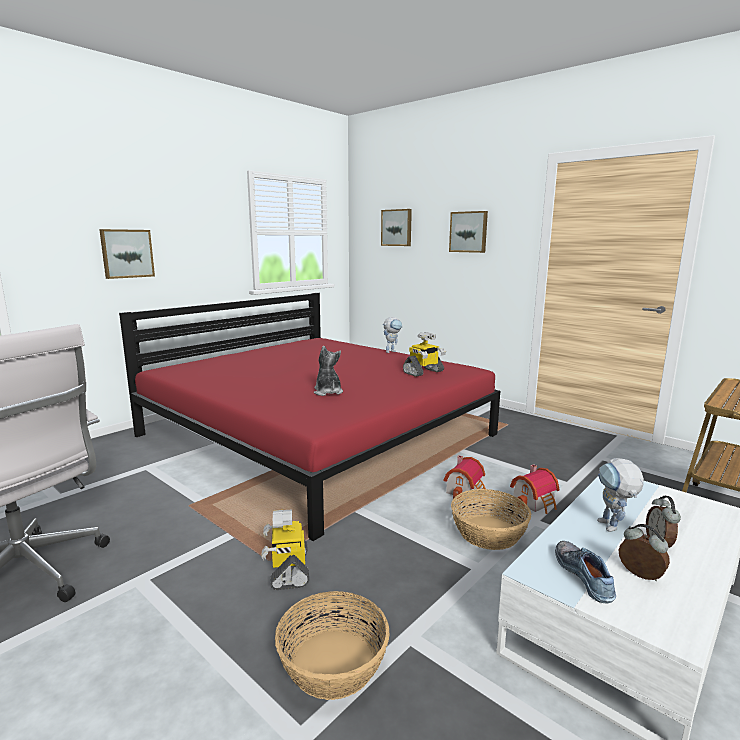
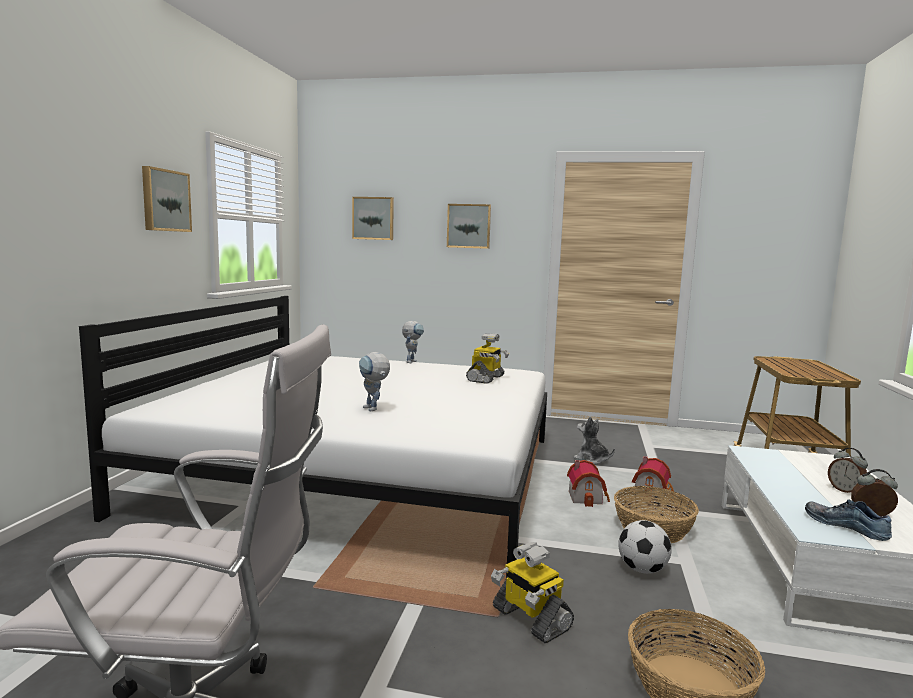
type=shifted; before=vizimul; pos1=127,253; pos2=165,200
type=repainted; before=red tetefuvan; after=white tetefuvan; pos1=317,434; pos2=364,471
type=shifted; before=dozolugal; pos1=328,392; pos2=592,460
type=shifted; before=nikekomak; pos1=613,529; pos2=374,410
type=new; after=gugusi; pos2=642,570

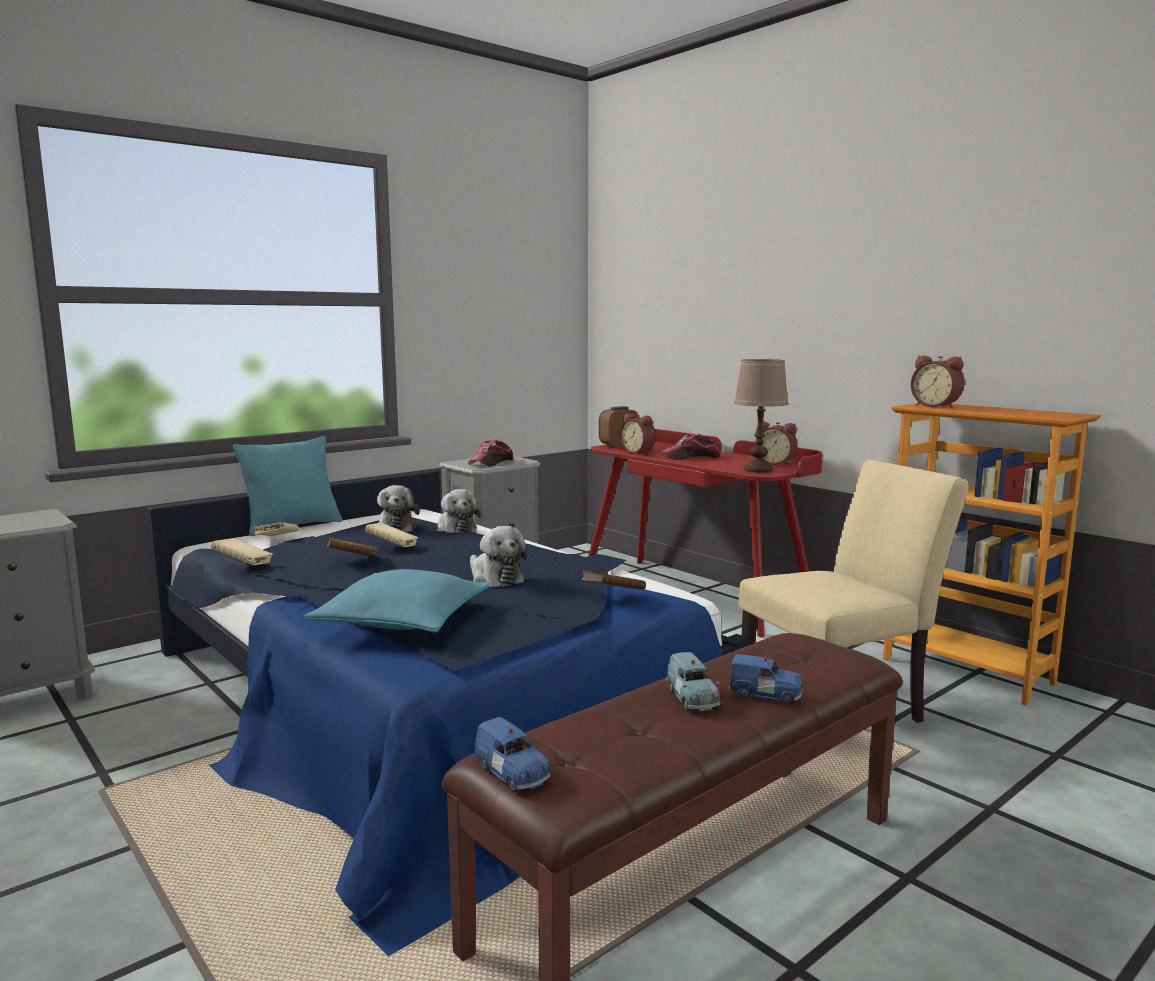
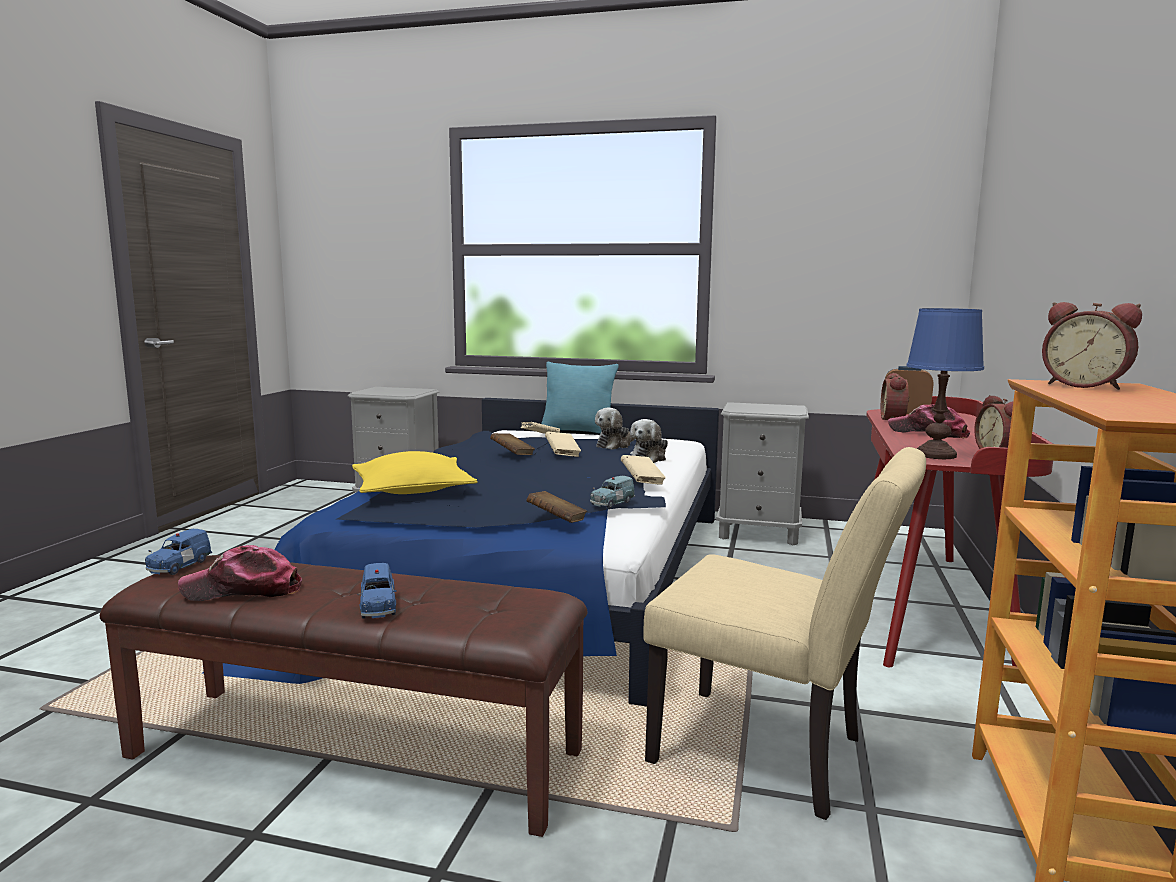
type=rotated; before=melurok; pos1=936,406; pos2=1085,386; turn=-60
type=repainted; before=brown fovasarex; after=blue fovasarex; pos1=758,470; pos2=935,455
type=shifted; before=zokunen; pos1=491,462; pos2=243,590
type=gone; before=dozolugal; pos1=495,578
type=shifted; before=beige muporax; pos1=243,564; pos2=642,481
type=repainted; before=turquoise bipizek; after=yellow bipizek; pos1=403,621; pos2=413,490
type=shifted; before=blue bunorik; pos1=692,699; pos2=611,503

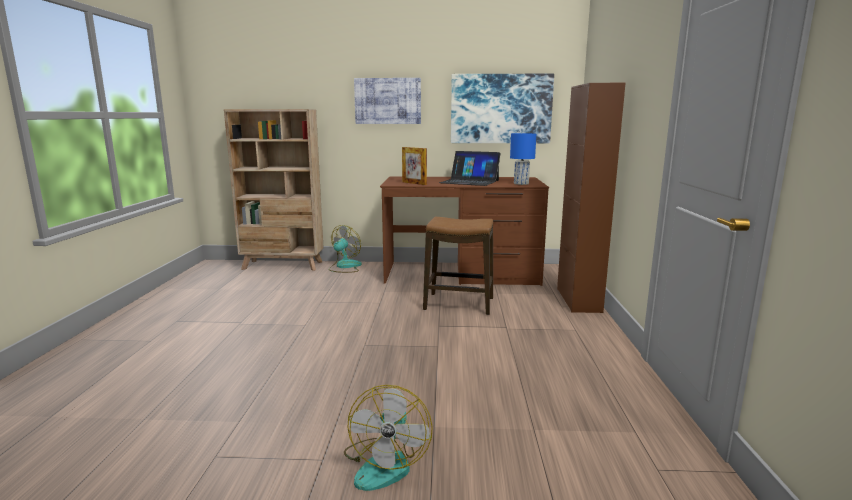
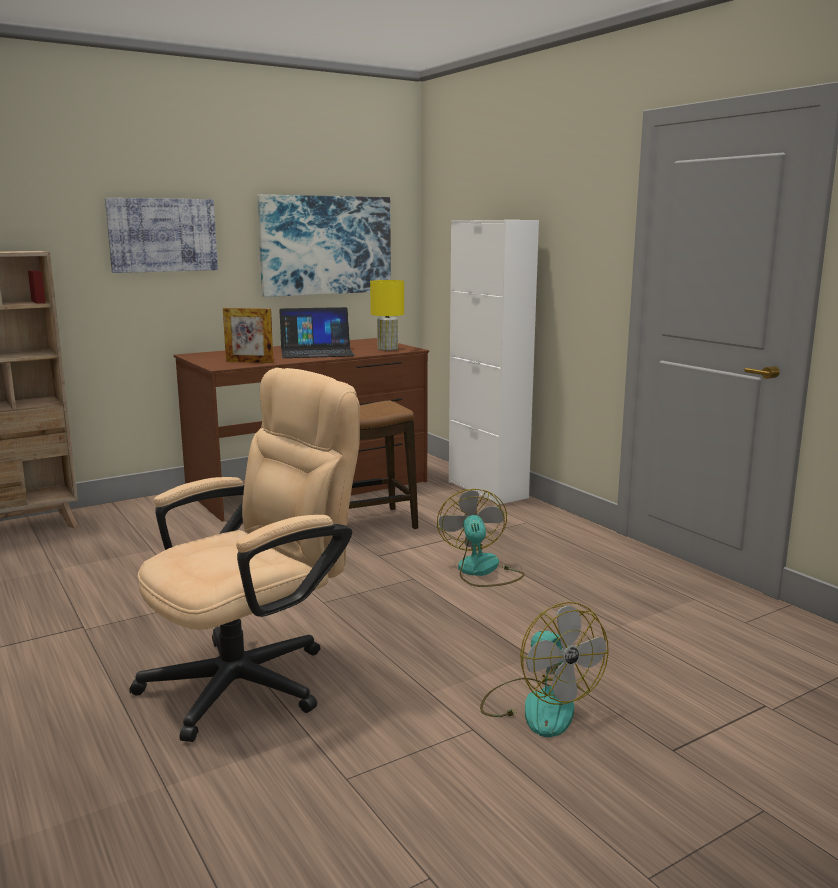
type=repainted; before=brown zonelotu; after=white zonelotu; pos1=578,300; pos2=487,490
type=repainted; before=blue fovasarex; after=yellow fovasarex; pos1=520,183; pos2=387,349
type=shifted; before=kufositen; pos1=344,267; pos2=481,571
type=new; after=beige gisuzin; pos2=254,678

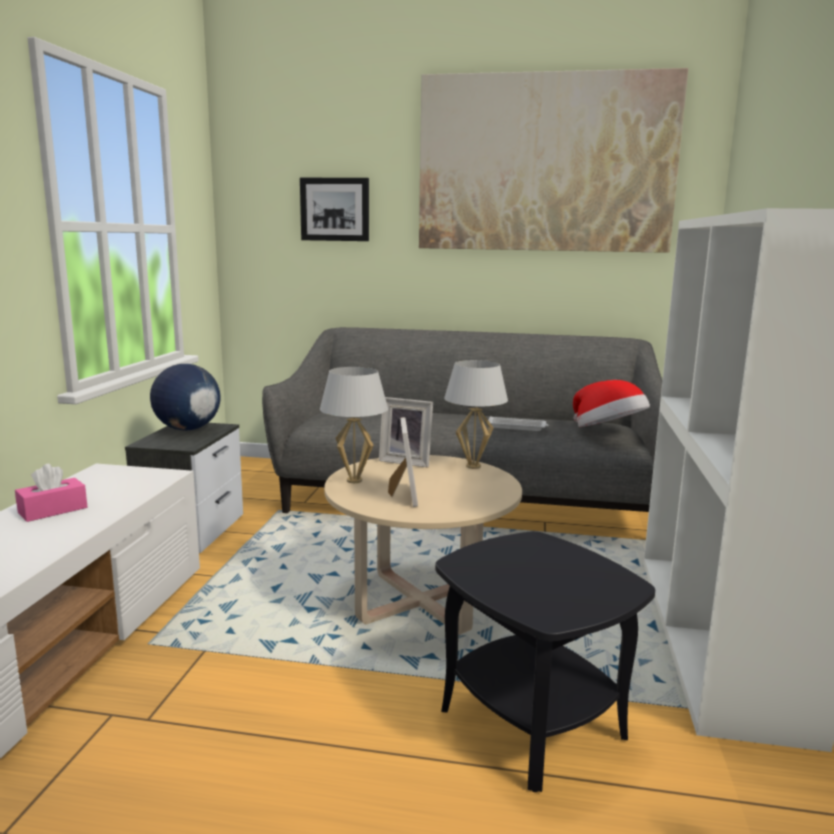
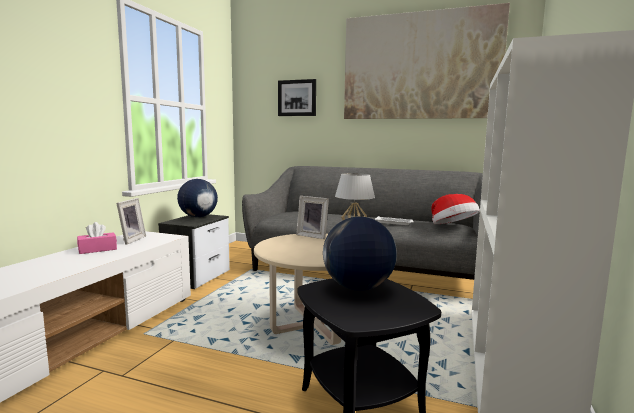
type=gone; before=white fovasarex; pos1=354,480
type=shifted; before=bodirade; pos1=402,496; pos2=130,240
type=new; after=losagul; pos2=358,288

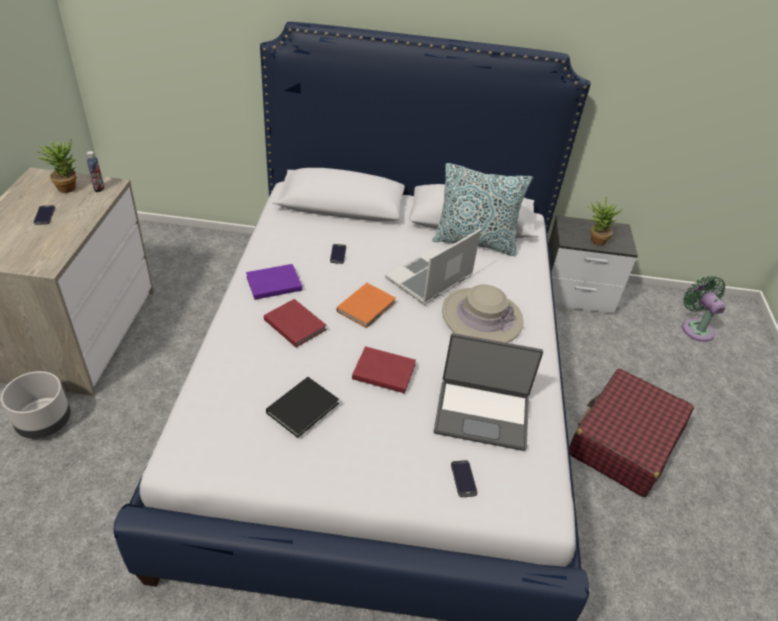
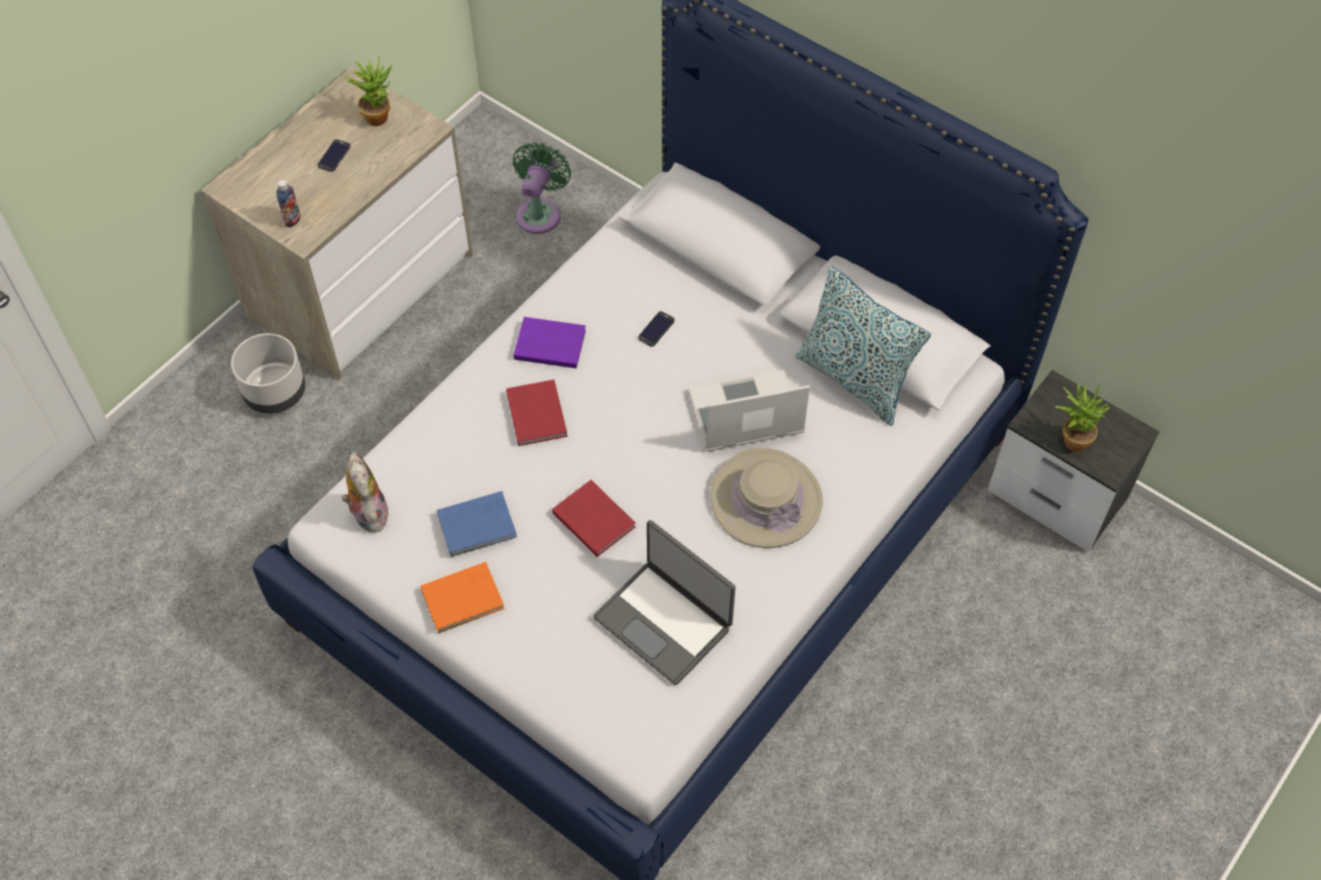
type=shifted; before=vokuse; pos1=99,188; pos2=292,220
type=shifted; before=green kufositen; pos1=695,328; pos2=540,212
type=shifted; before=orange muporax; pos1=368,306; pos2=465,599
type=gone; before=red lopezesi; pos1=624,441
type=repainted; before=black muporax; after=blue muporax; pos1=304,408; pos2=479,526
type=gone; before=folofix; pos1=463,478
type=new; after=dozolugal; pos2=368,513

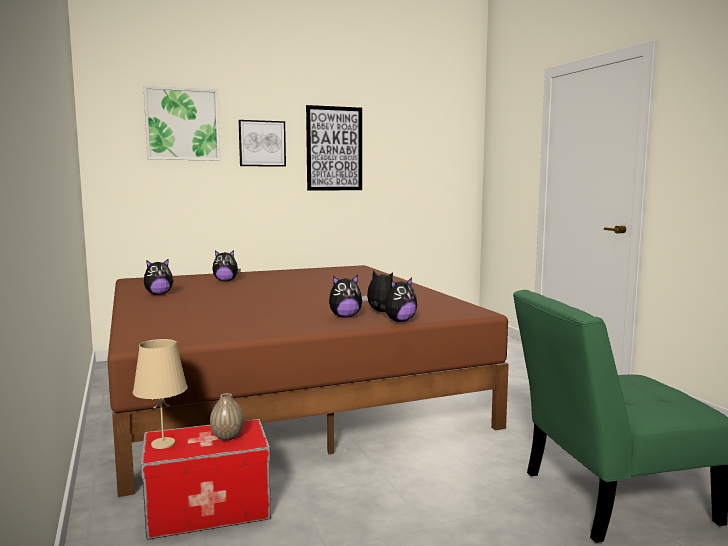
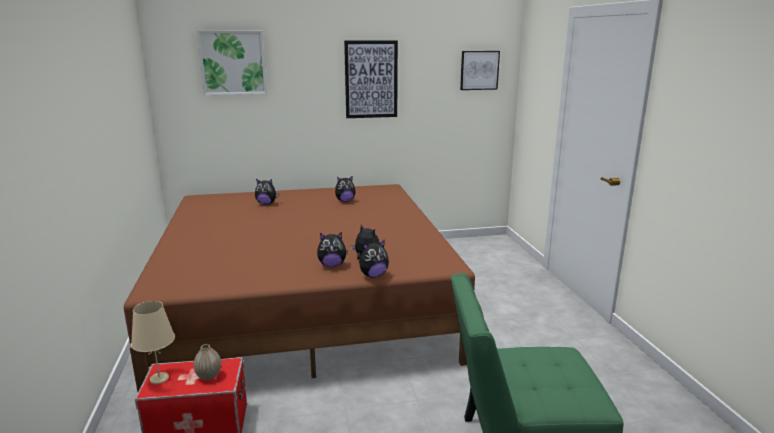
type=shifted; before=vizimul; pos1=262,143; pos2=479,70
type=shifted; before=dozolugal; pos1=158,294; pos2=345,201

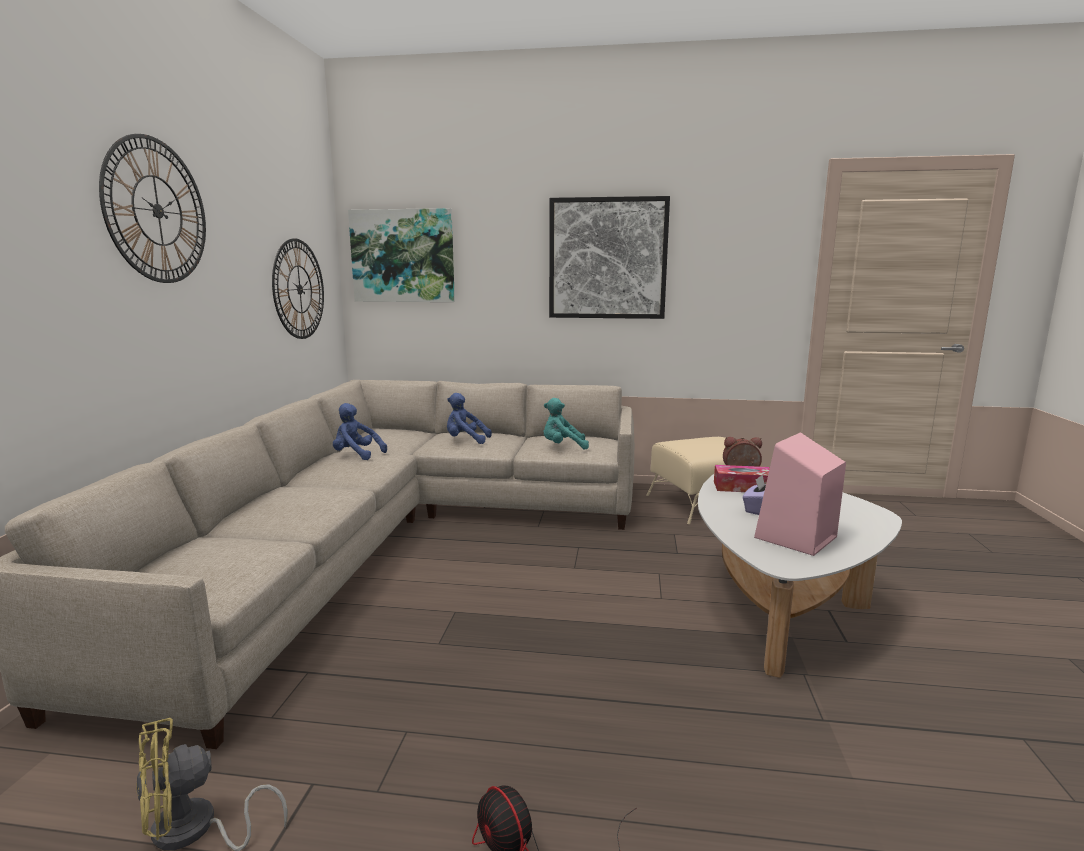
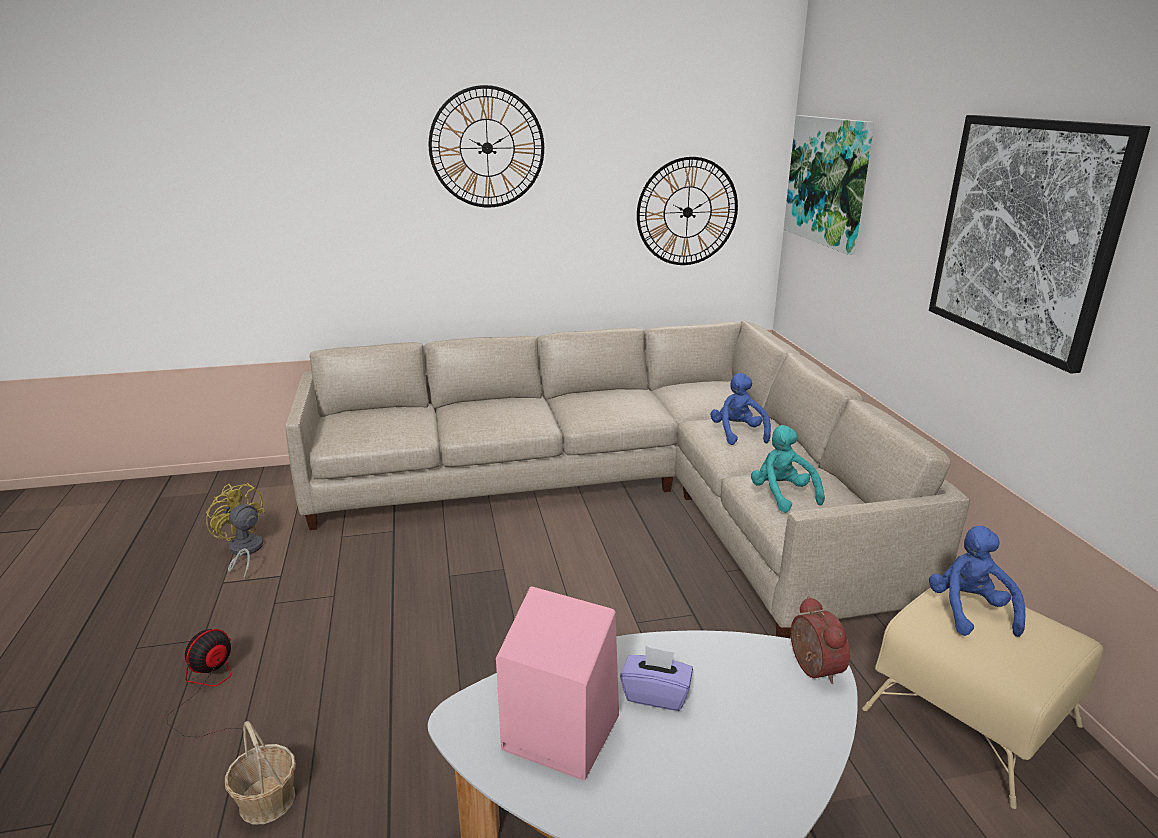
type=shifted; before=blue dozolugal; pos1=356,455; pos2=969,611
type=gone; before=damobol; pos1=742,487
type=new; after=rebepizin; pos2=267,801

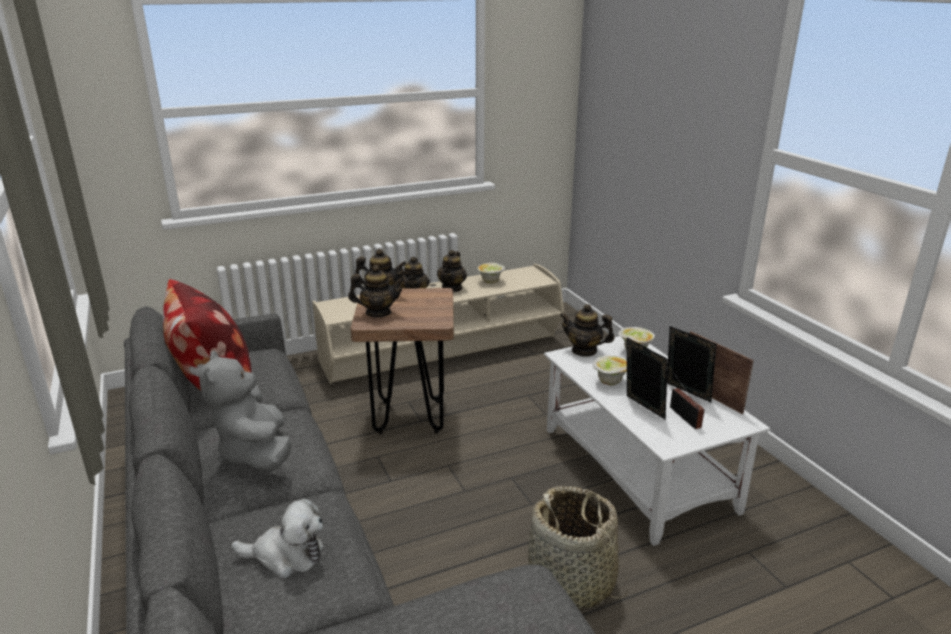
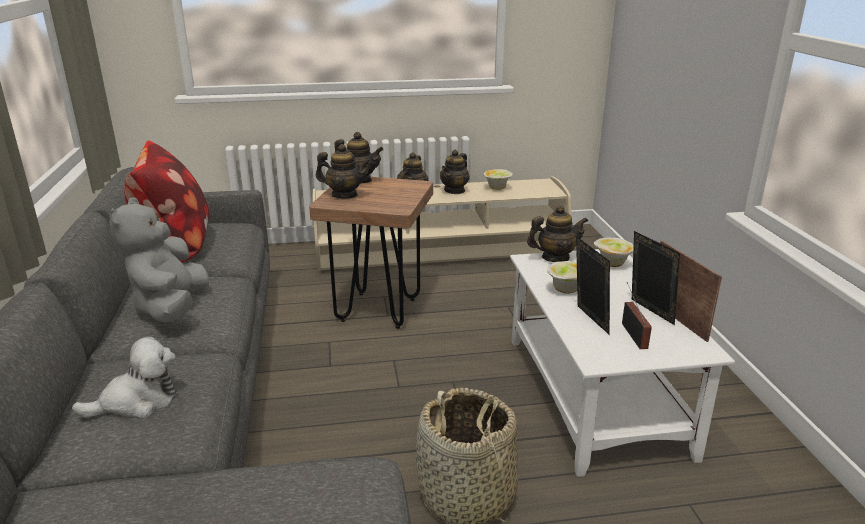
type=rotated; before=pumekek; pos1=584,350; pos2=555,258; turn=135
type=rotated; before=dozolugal; pos1=286,555; pos2=137,401; turn=-45

